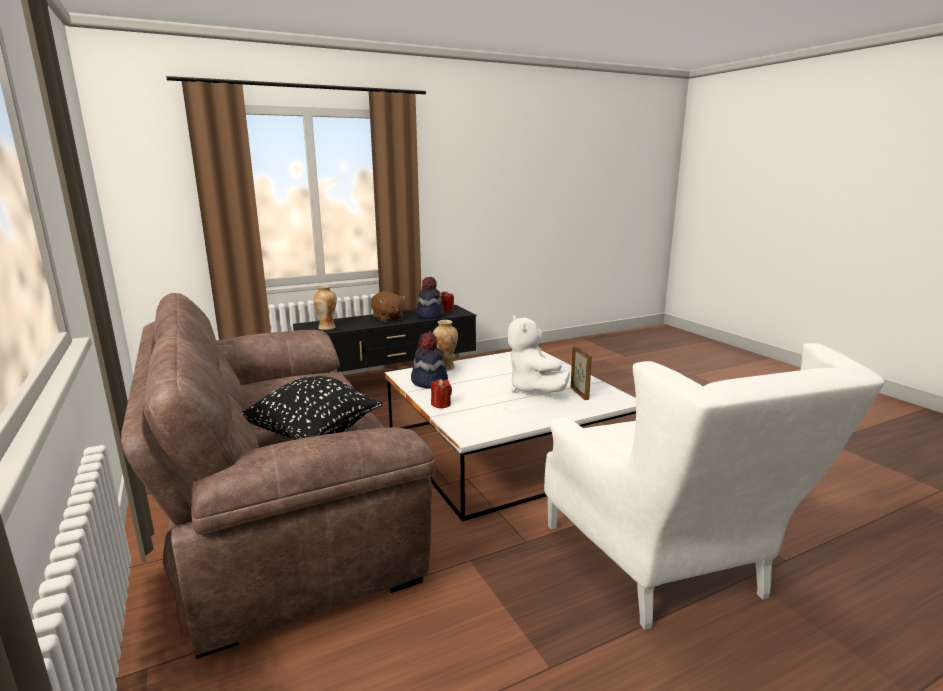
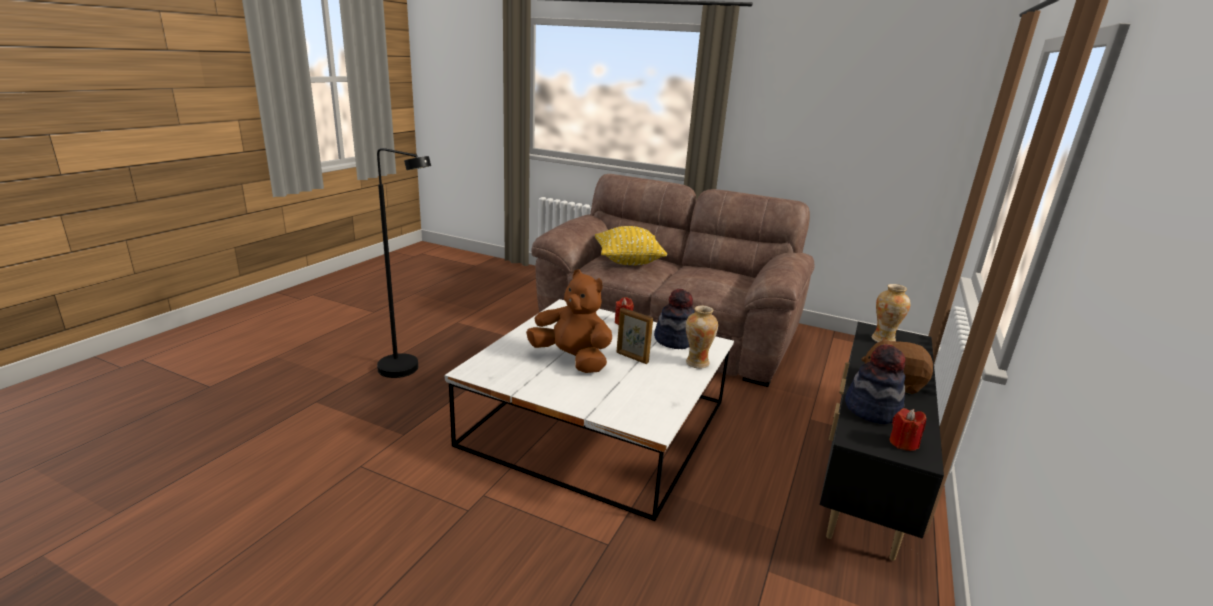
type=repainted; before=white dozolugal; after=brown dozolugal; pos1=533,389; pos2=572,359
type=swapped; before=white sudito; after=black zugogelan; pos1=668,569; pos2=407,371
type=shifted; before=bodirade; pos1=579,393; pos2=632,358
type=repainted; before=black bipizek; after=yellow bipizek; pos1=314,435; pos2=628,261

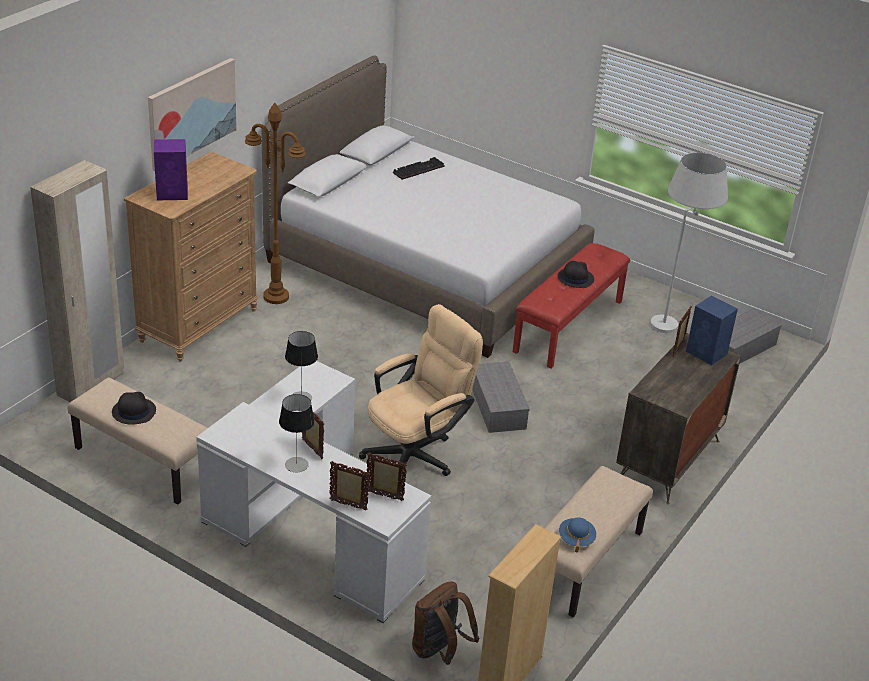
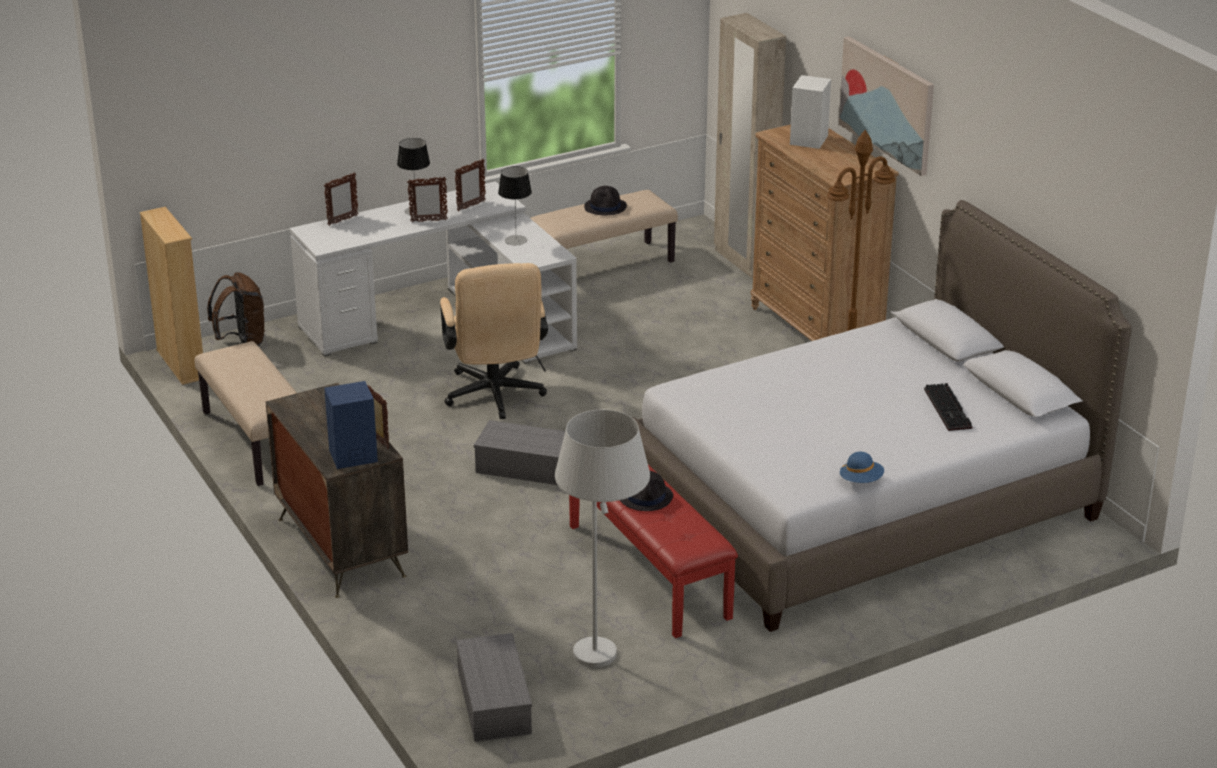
type=repainted; before=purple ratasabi; after=white ratasabi; pos1=173,193; pos2=808,140
type=shifted; before=bodirade; pos1=385,496; pos2=470,206
type=shifted; before=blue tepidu; pos1=576,539; pos2=861,480

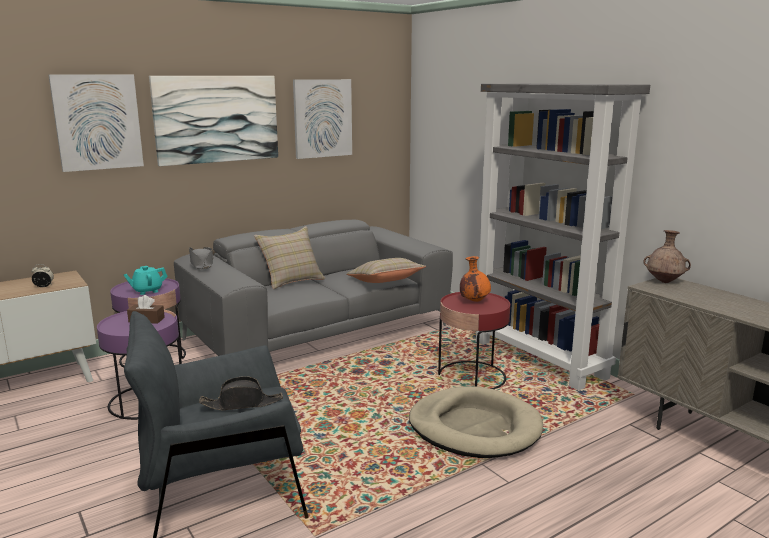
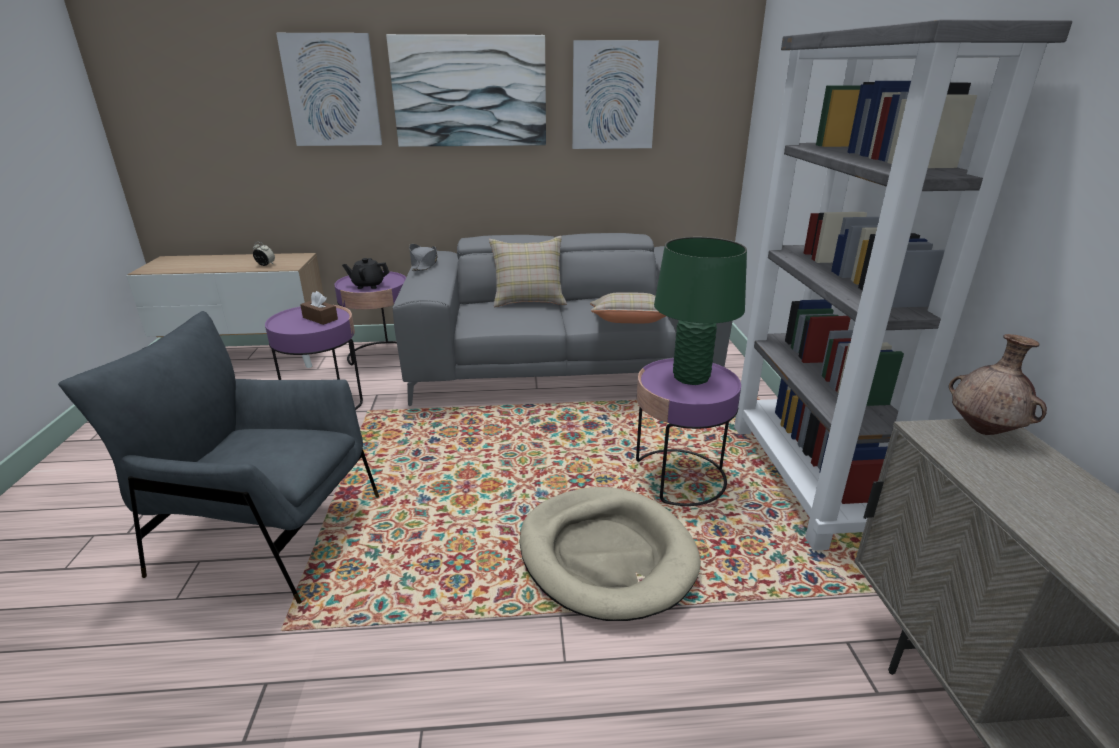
type=swapped; before=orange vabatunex; after=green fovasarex; pos1=474,301; pos2=691,377
type=repainted; before=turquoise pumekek; after=black pumekek; pos1=147,291; pos2=368,285
type=repainted; before=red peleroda; after=purple peleroda; pos1=472,376; pos2=679,477
type=gone; before=black tepidu; pos1=242,403

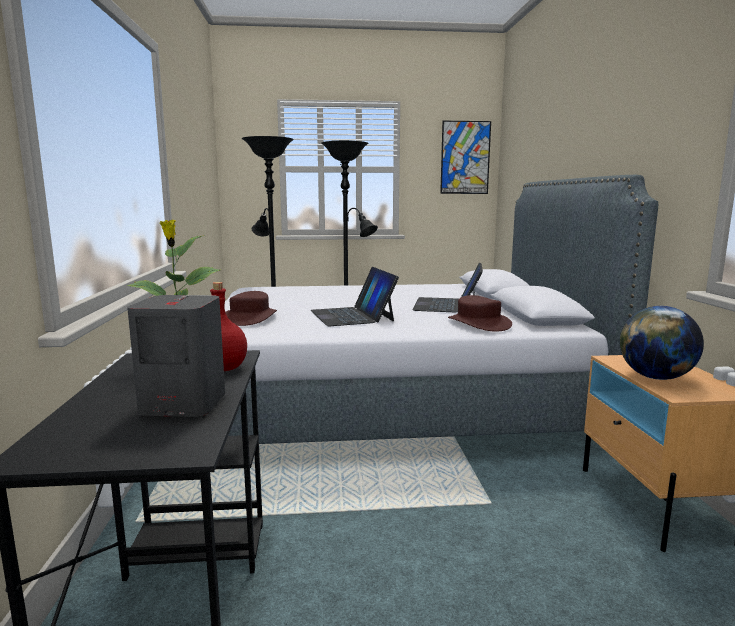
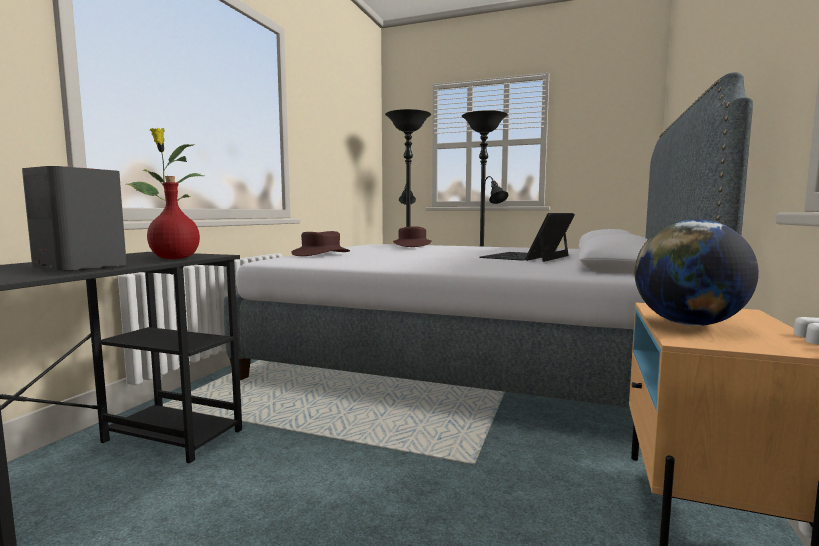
type=gone; before=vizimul; pos1=465,157
type=gone; before=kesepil; pos1=352,315
type=shifted; before=brown tepidu; pos1=478,323; pos2=412,245

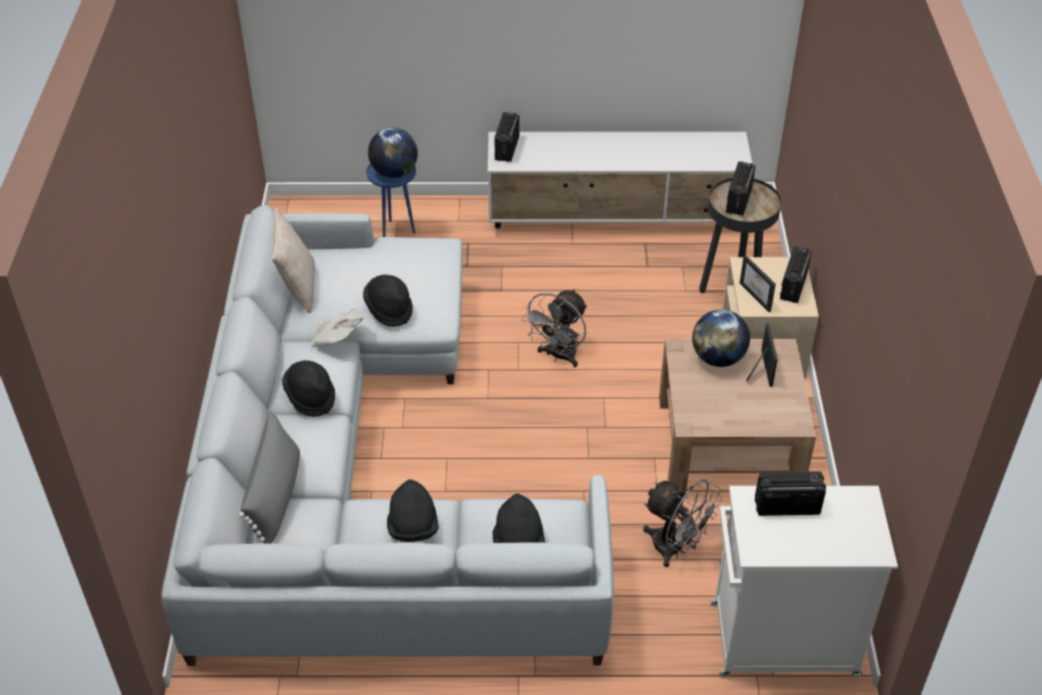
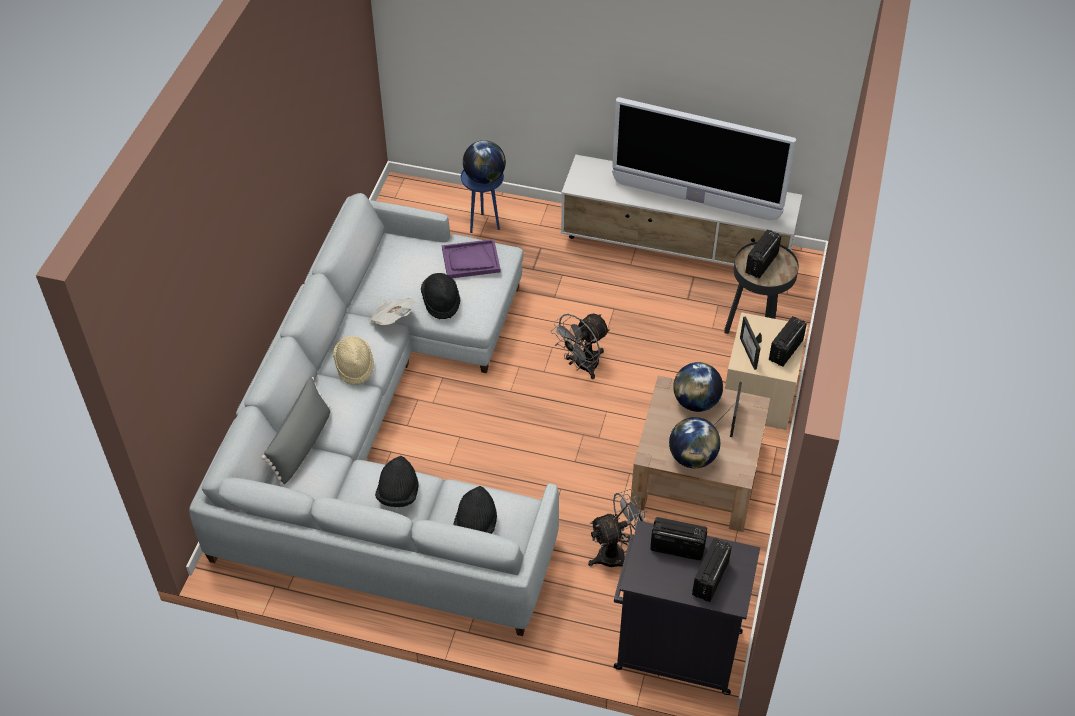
type=shifted; before=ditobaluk; pos1=507,149; pos2=710,579
type=gone; before=beige bipizek; pos1=298,287
type=repainted; before=black tepidu; after=beige tepidu; pos1=311,396; pos2=354,366
type=rotated; before=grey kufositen; pos1=676,548; pos2=618,554; turn=-75
type=repainted; before=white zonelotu; after=black zonelotu; pos1=780,640; pos2=675,650
type=new; after=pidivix; pos2=695,201
type=new; after=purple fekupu; pos2=470,260
type=new; after=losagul; pos2=692,458

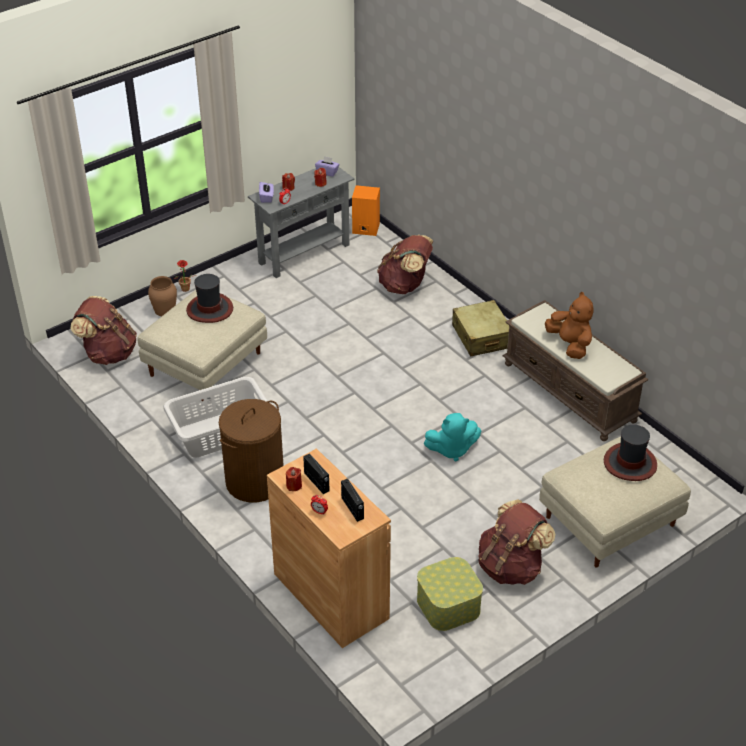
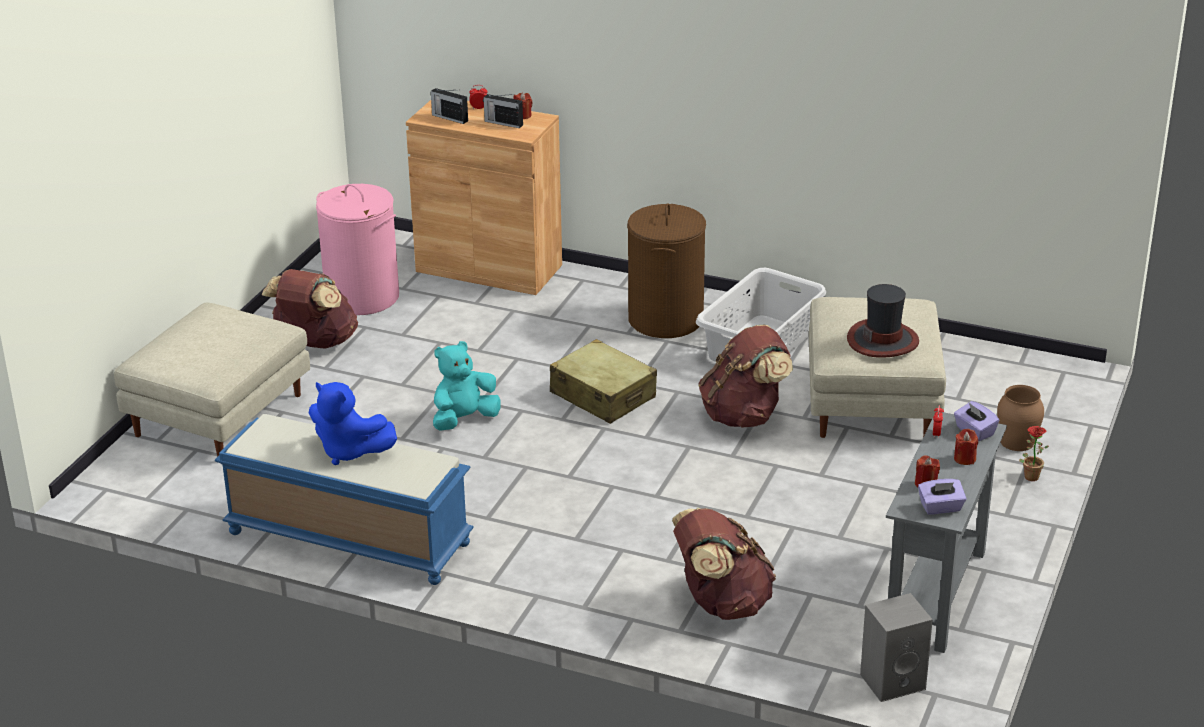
type=repainted; before=orange ratasabi; after=grey ratasabi; pos1=365,228; pos2=893,680
type=repainted; before=brown dozolugal; after=blue dozolugal; pos1=570,344; pos2=349,451
type=shifted; before=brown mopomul; pos1=108,353; pos2=744,416
type=shifted; before=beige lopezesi; pos1=481,337; pos2=603,395
type=repainted; before=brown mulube; after=blue mulube; pos1=570,392; pos2=346,539
type=gone; before=tepidu; pos1=629,463
type=swapped; before=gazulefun; after=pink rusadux; pos1=448,605; pos2=363,297

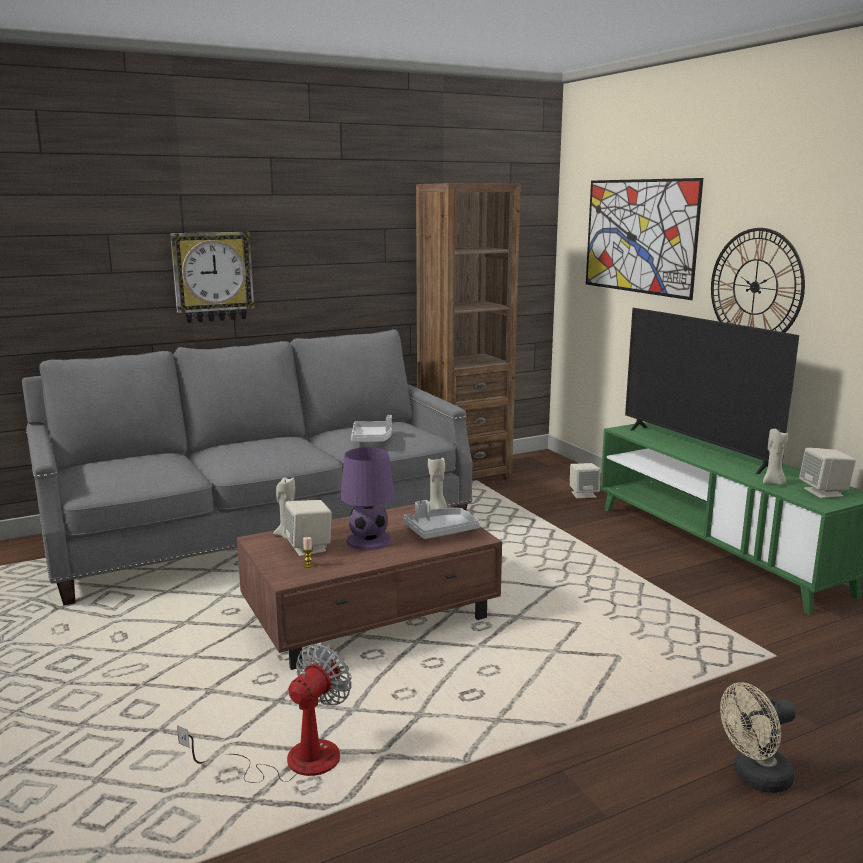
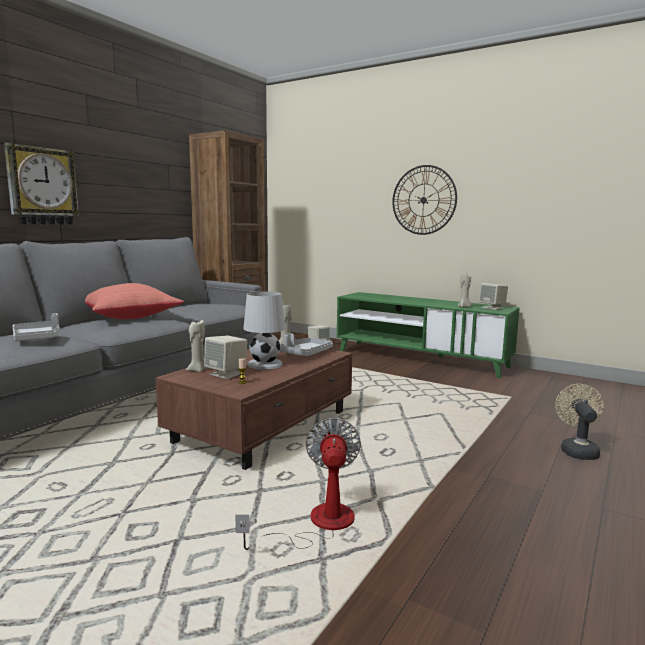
type=gone; before=vizimul; pos1=639,236
type=gone; before=pidivix; pos1=696,448
type=shifted; before=grey fekupu; pos1=372,439; pos2=37,338
type=repainted; before=purple fovasarex; after=white fovasarex; pos1=368,541; pos2=264,364
type=rotated; before=beige kufositen; pos1=755,778; pos2=577,450; turn=150
type=new; after=red bipizek; pos2=129,317

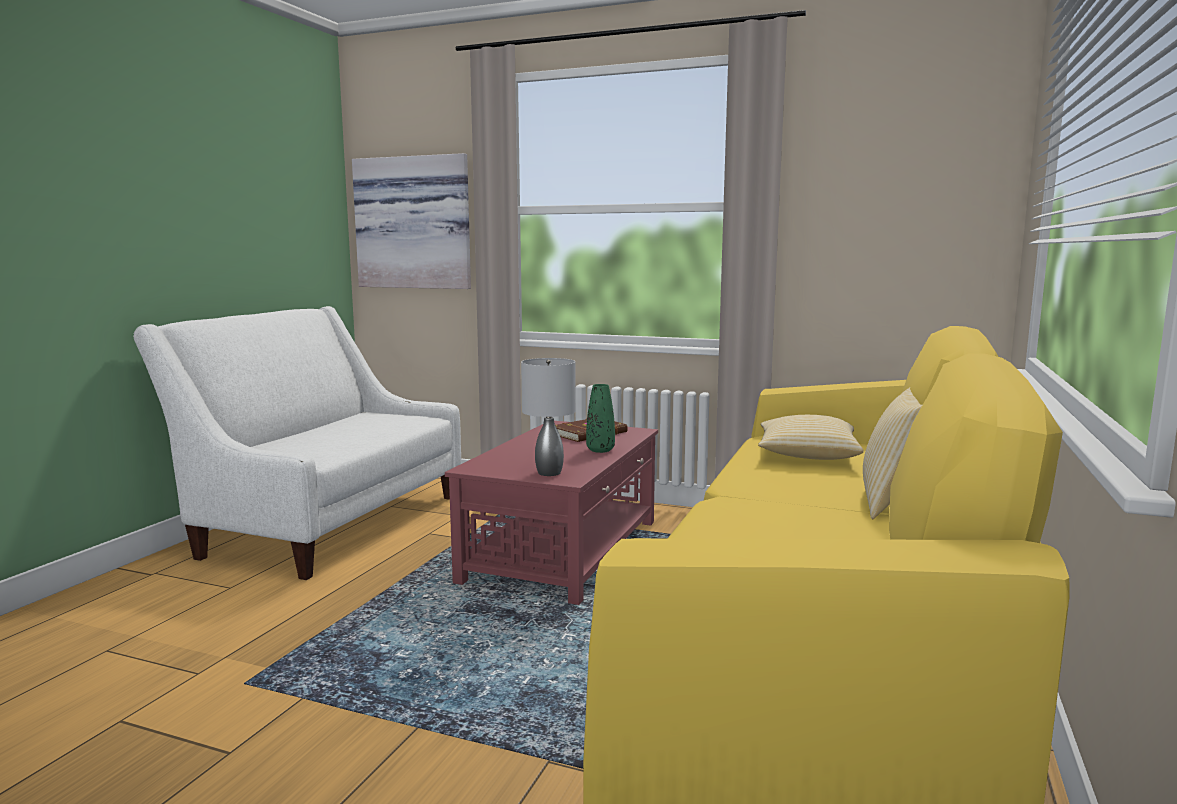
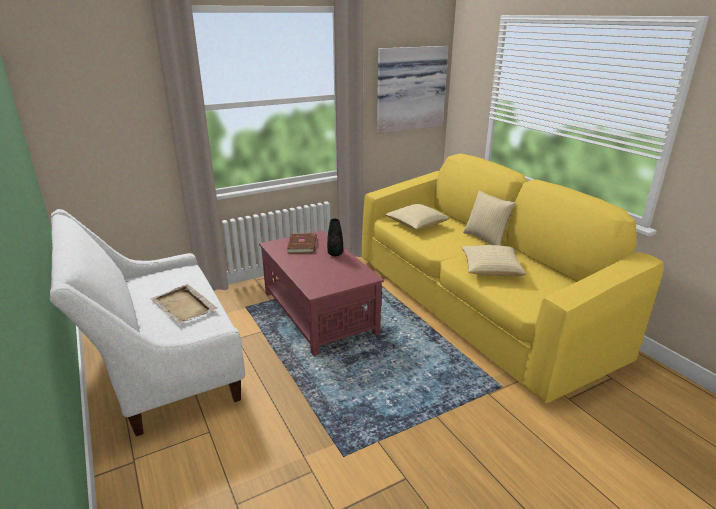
type=shifted; before=vizimul; pos1=415,223; pos2=409,89
type=gone; before=grey fovasarex; pos1=549,472
type=repainted; before=green vabatunex; after=black vabatunex; pos1=600,450; pos2=335,254
type=new; after=bipizek; pos2=490,270
type=new; after=beige fekupu; pos2=183,306

